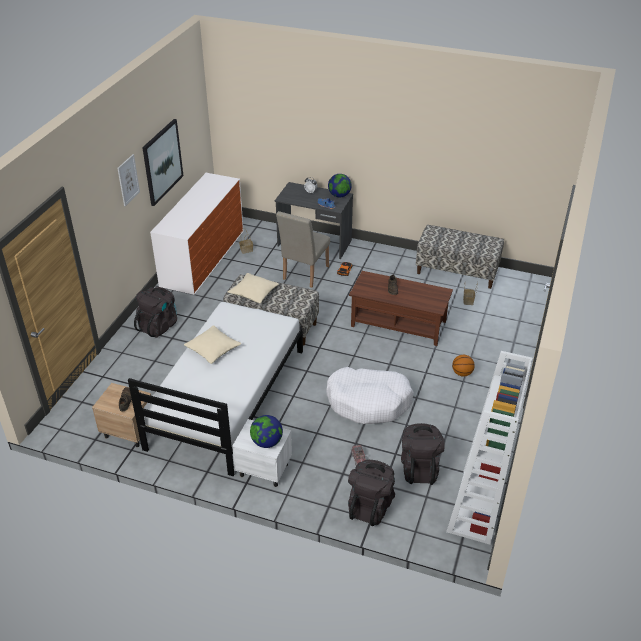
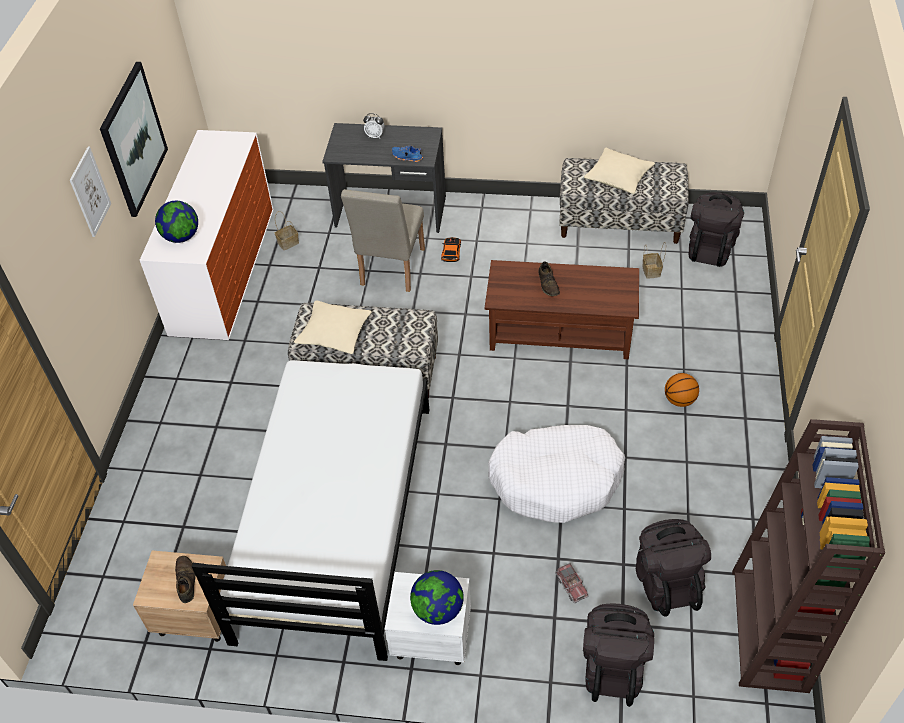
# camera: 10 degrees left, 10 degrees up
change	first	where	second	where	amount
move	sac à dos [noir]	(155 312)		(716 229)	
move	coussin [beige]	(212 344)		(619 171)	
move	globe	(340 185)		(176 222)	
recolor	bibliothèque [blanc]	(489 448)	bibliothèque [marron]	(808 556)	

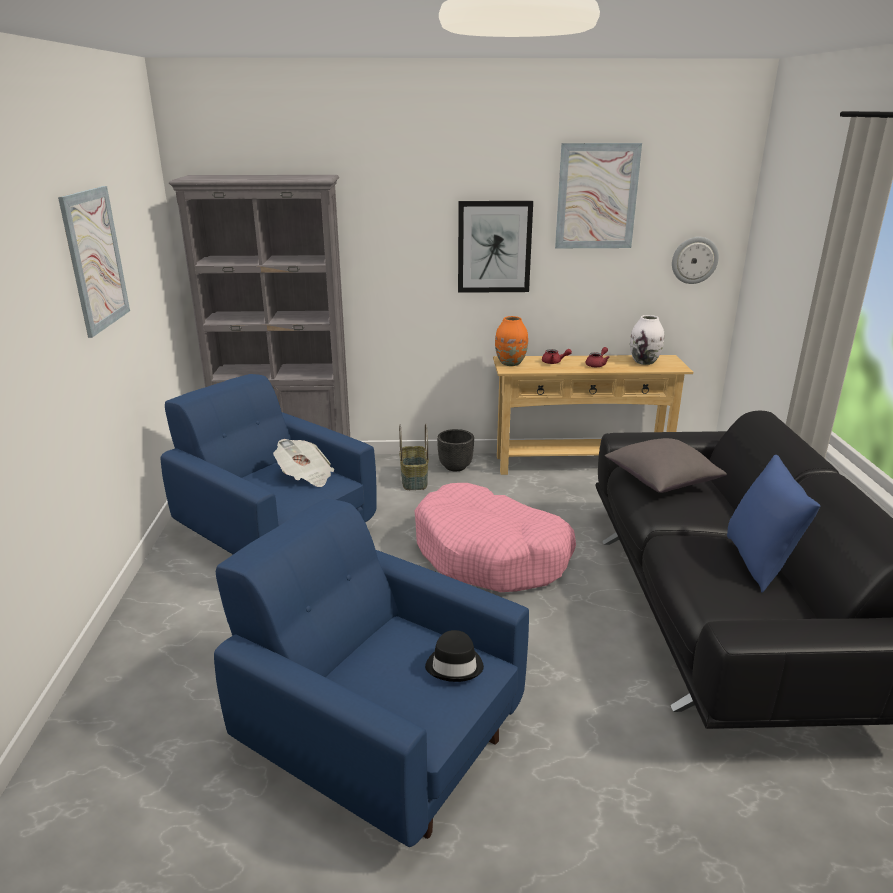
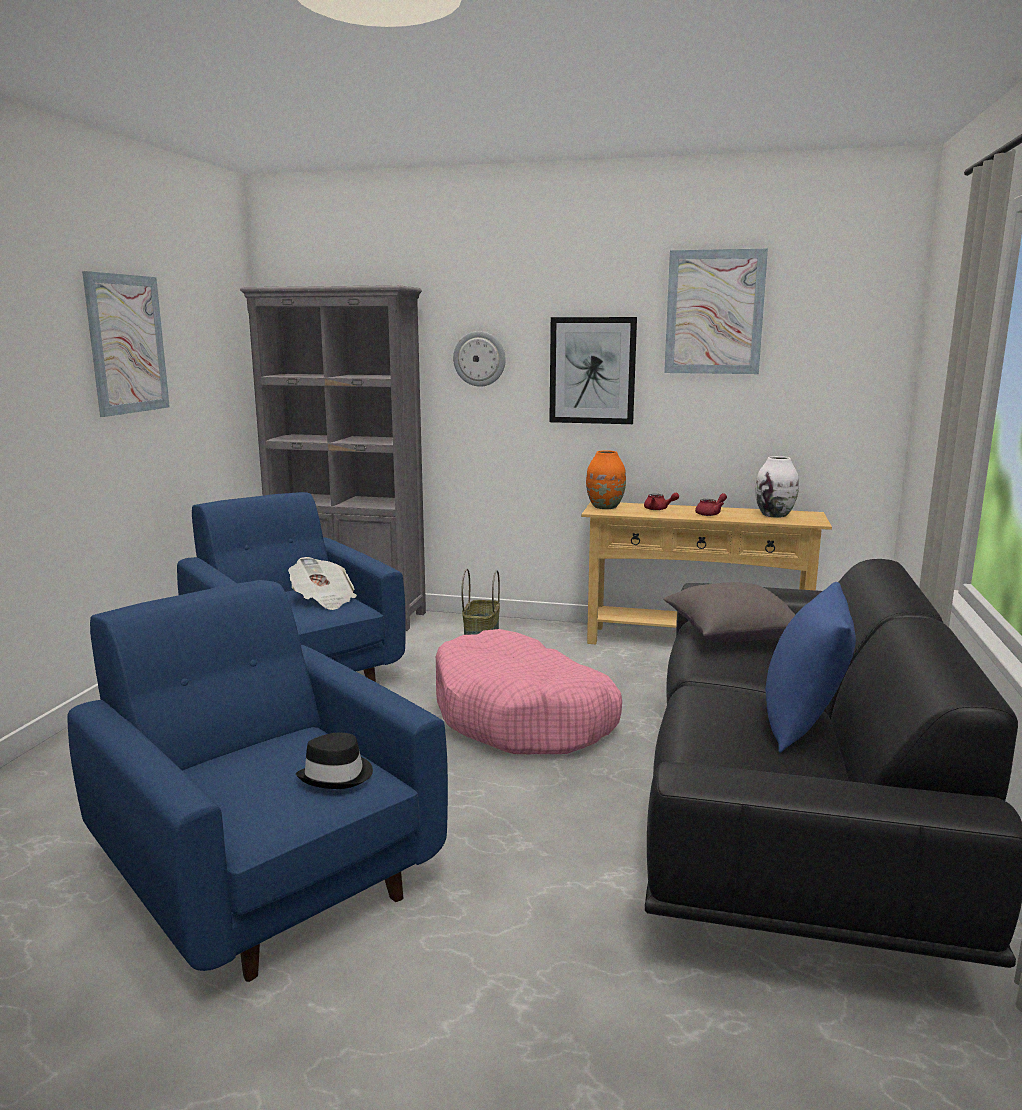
# camera: 15 degrees right, 10 degrees down
change	first	where	second	where	amount
delete	cache-pot [noir]	(455 450)			
move	horloge murale	(695 260)		(479 359)	

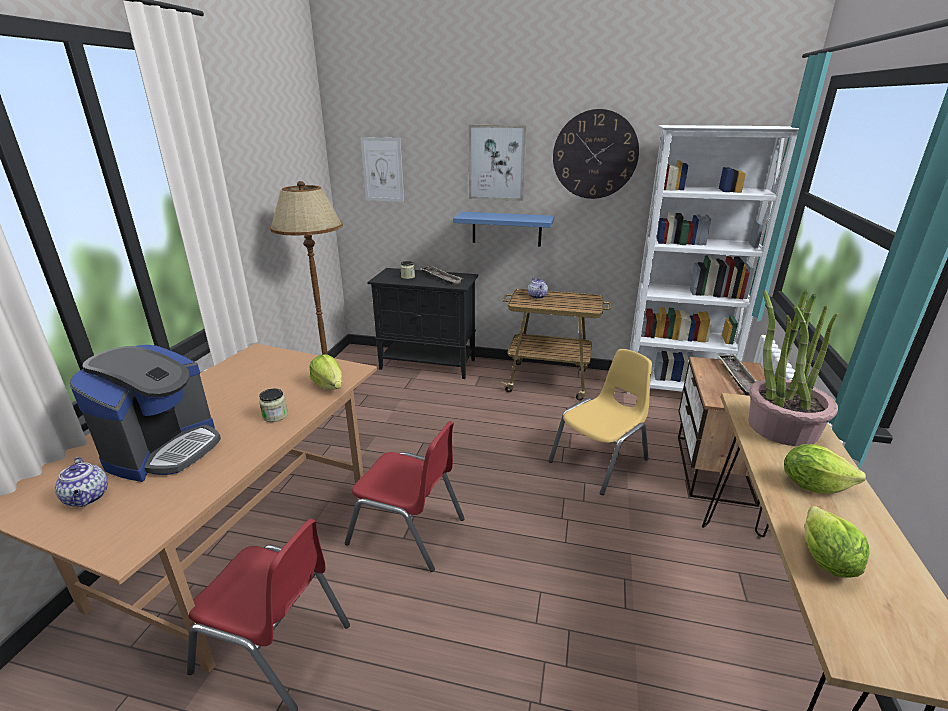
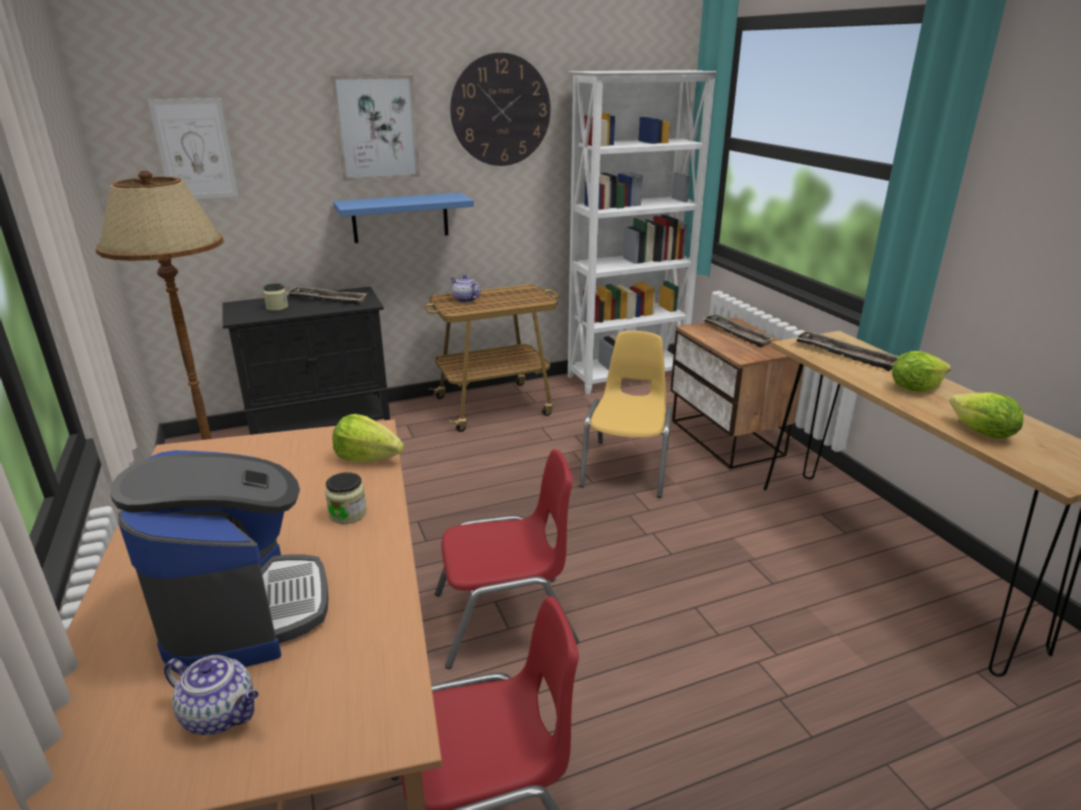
# camera: 35 degrees left, 0 degrees up
change	first	where	second	where	amount
replace	plante en pot	(793 368)	plateau	(847 350)	

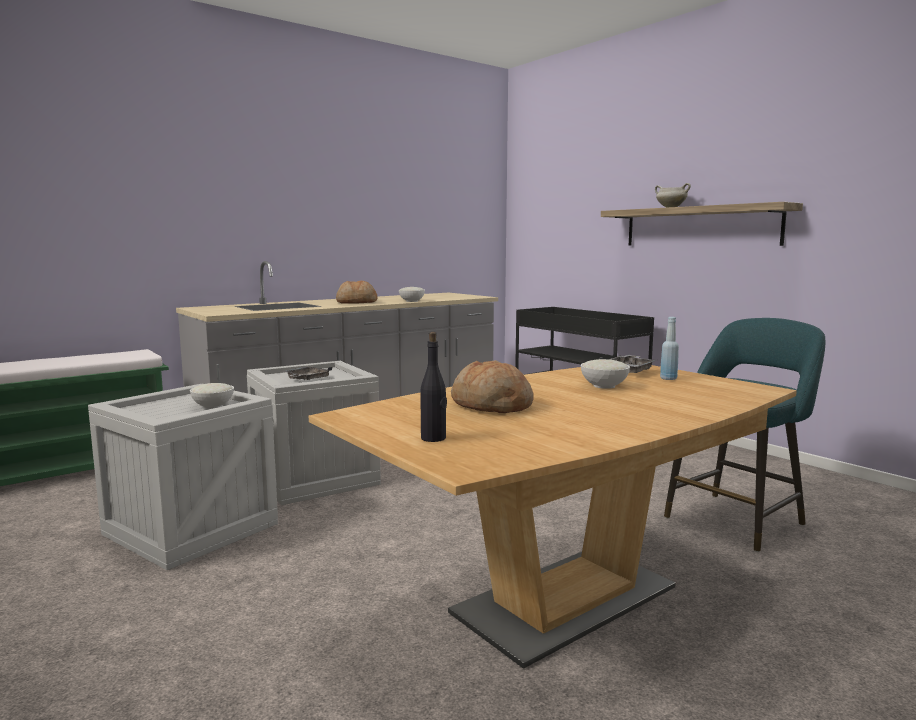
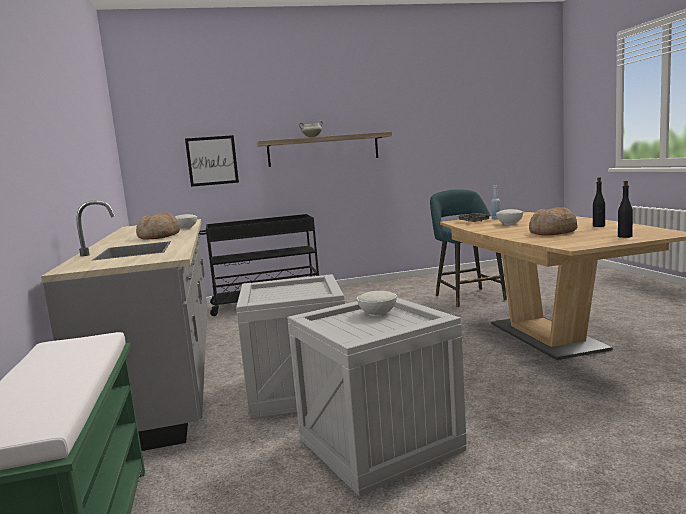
# camera: 65 degrees left, 0 degrees up
change	first	where	second	where	amount
delete	plateau [gris]	(308 373)			
insert			tableau	(212 161)	
insert			bouteille [noir]	(599 202)	

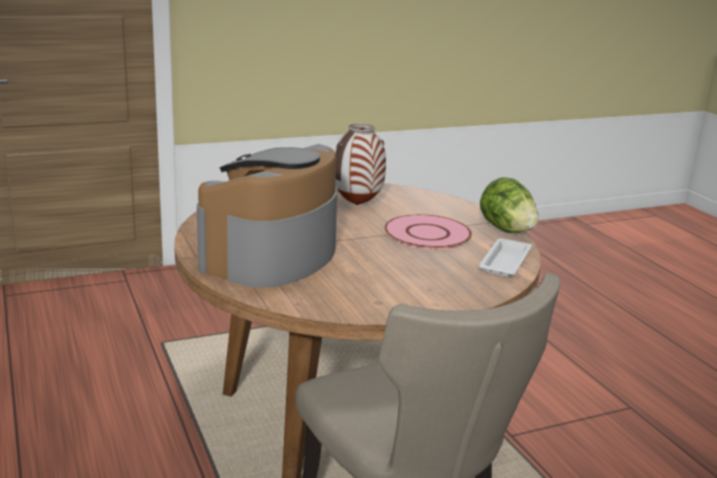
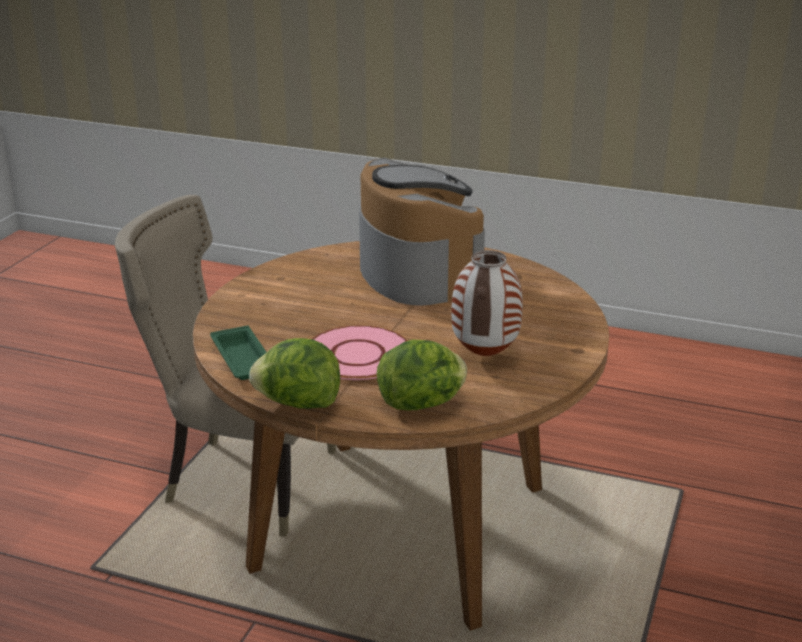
# camera: 135 degrees right, 5 degrees up
change	first	where	second	where	amount
recolor	plateau [blanc]	(505 257)	plateau [vert]	(238 353)	
insert			laitue	(422 375)	

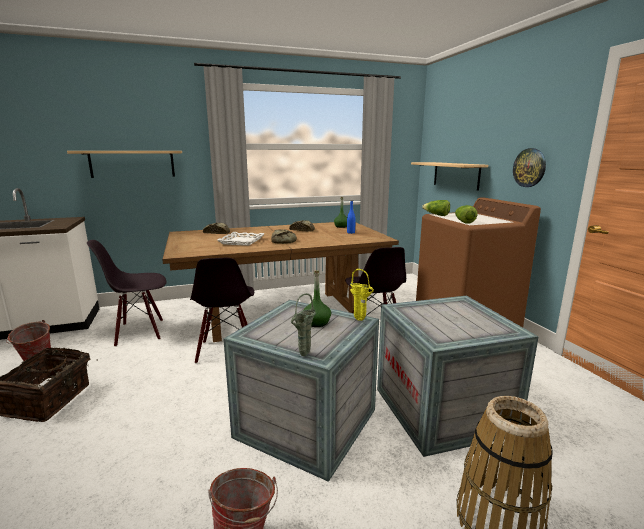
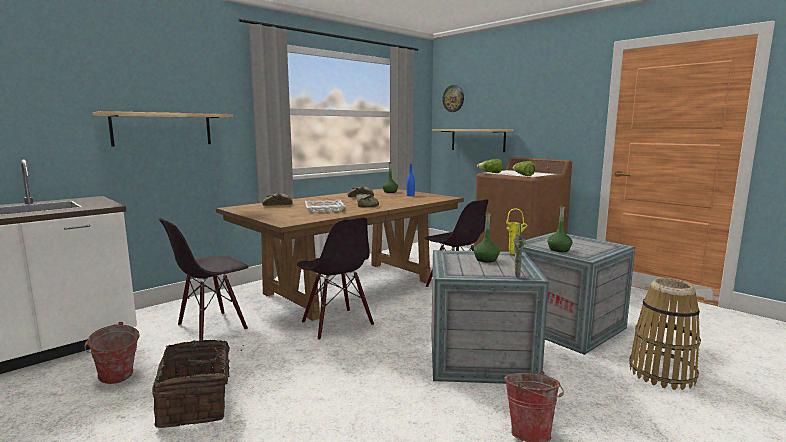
# camera: 25 degrees left, 5 degrees down
change	first	where	second	where	amount
move	horloge murale	(529 167)		(453 98)	
insert			bouteille [vert]	(560 229)	

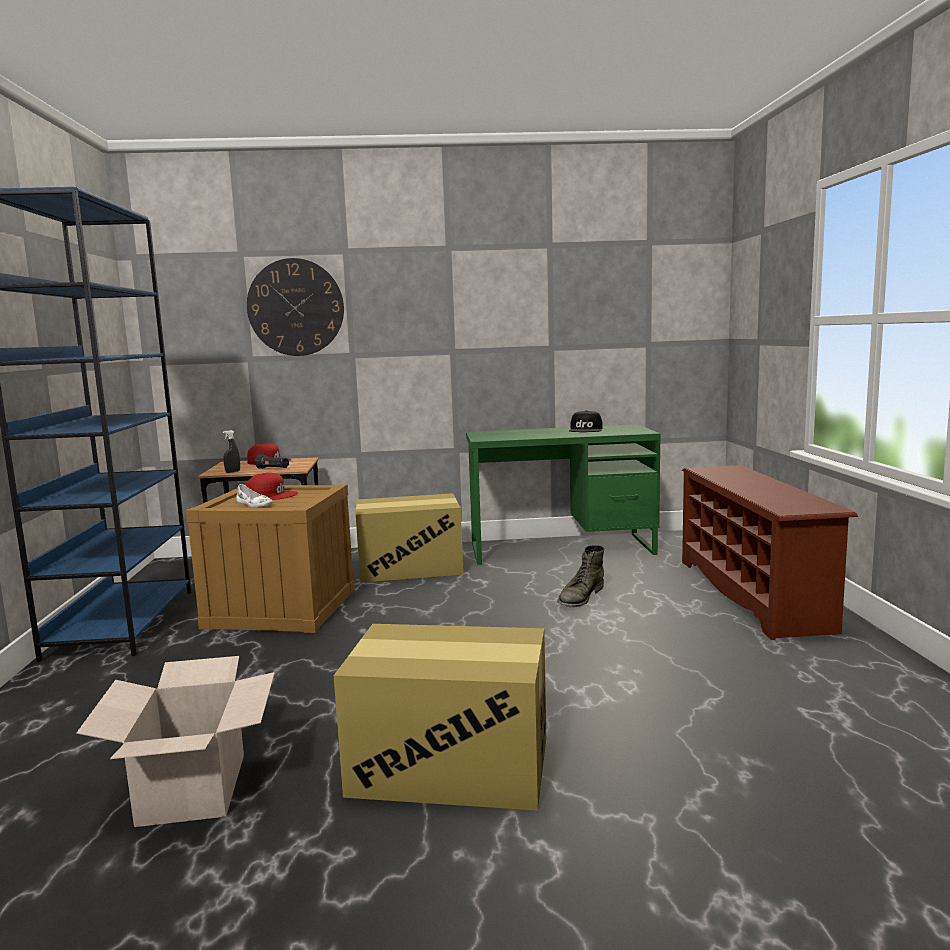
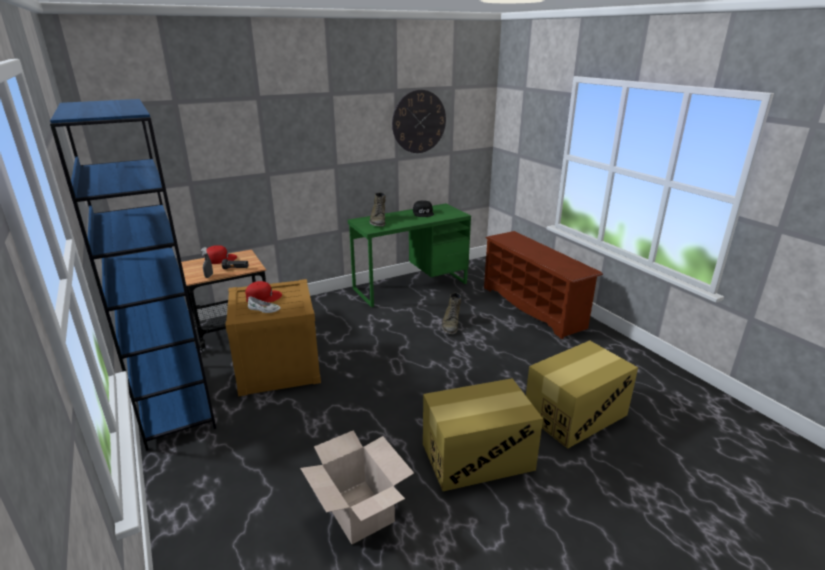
# camera: 25 degrees left, 15 degrees up
change	first	where	second	where	amount
move	horloge murale	(295 307)		(419 121)	
move	carton	(409 538)		(582 394)	
insert			botte [vert]	(377 209)	

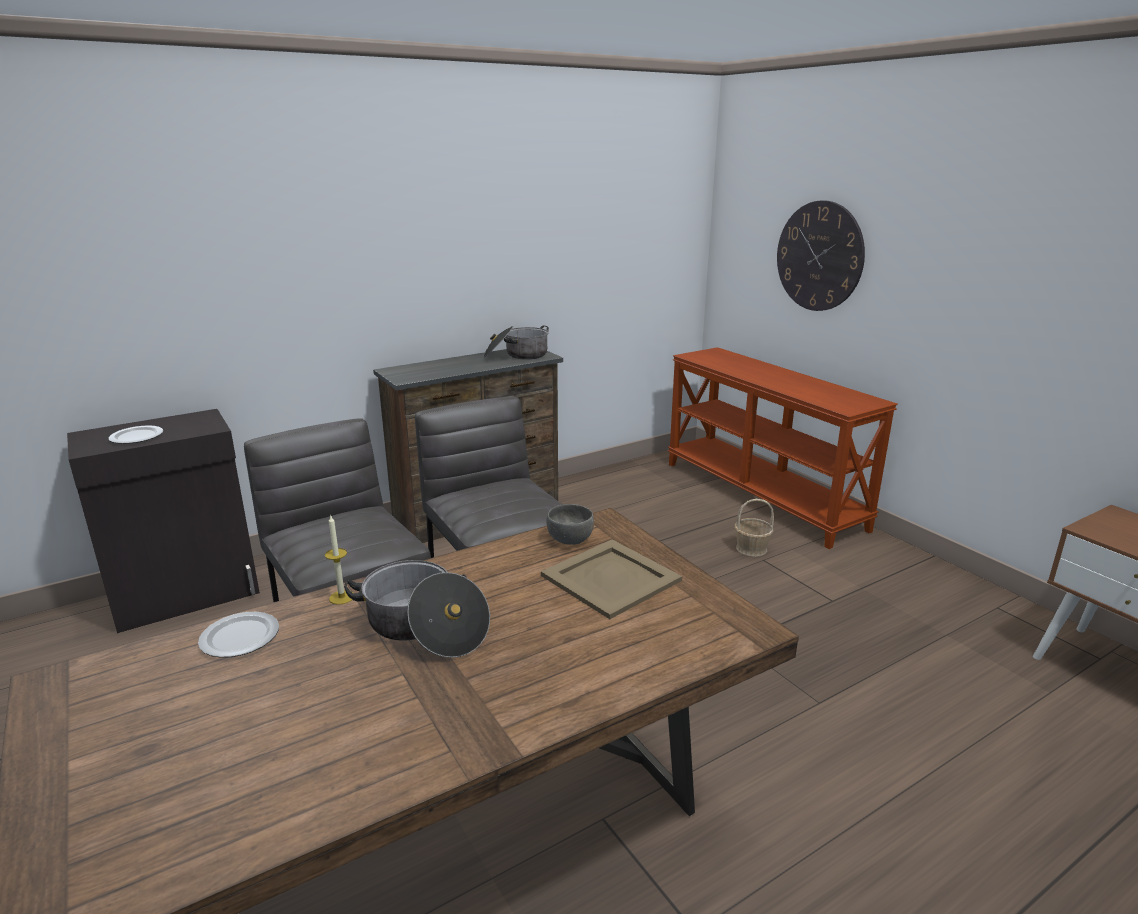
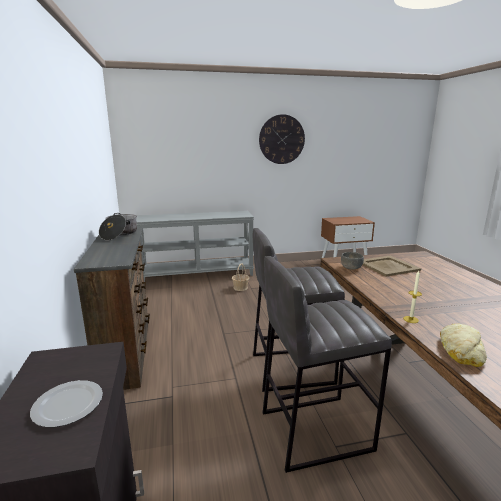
# camera: 70 degrees left, 5 degrees down
change	first	where	second	where	amount
replace	assiette	(238 635)	pain	(463 345)	
delete	marmite	(417 609)			
recolor	table console [marron]	(783 448)	table console [gris]	(195 246)	
move	horloge murale	(821 255)		(282 139)	

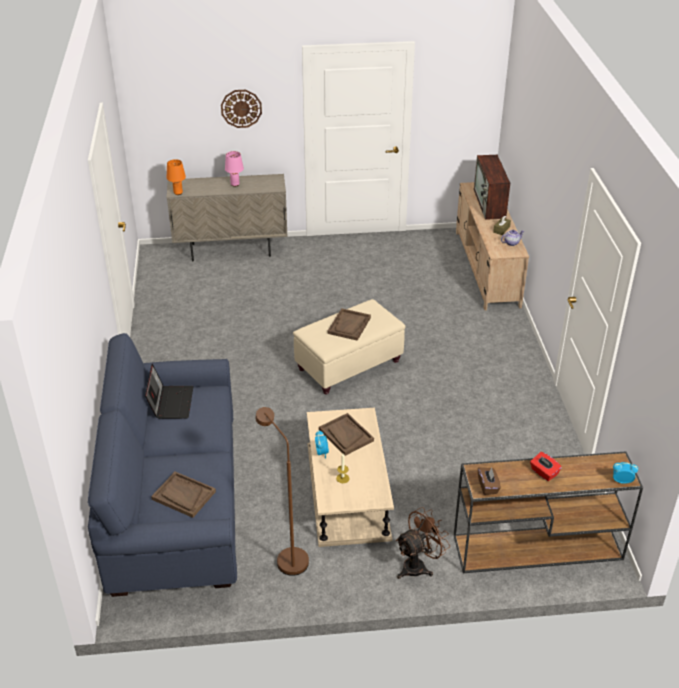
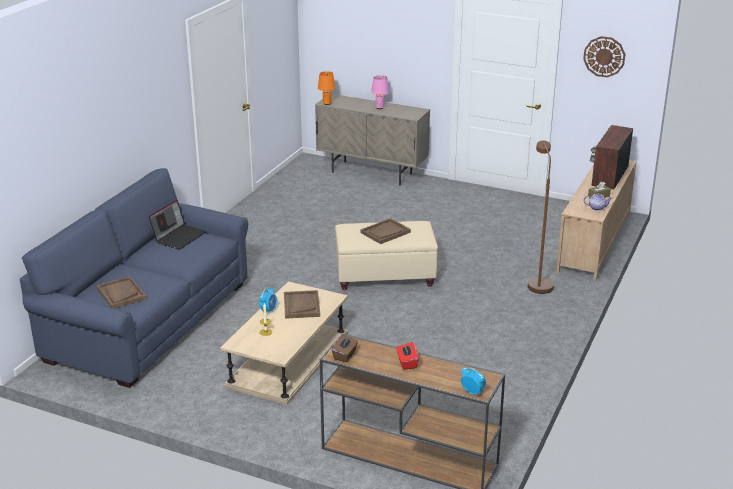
# camera: 30 degrees right, 10 degrees down
change	first	where	second	where	amount
move	horloge murale	(241 109)		(604 57)	
move	lampadaire [marron]	(282 491)		(541 217)	
delete	ventilateur [marron]	(423 543)			

